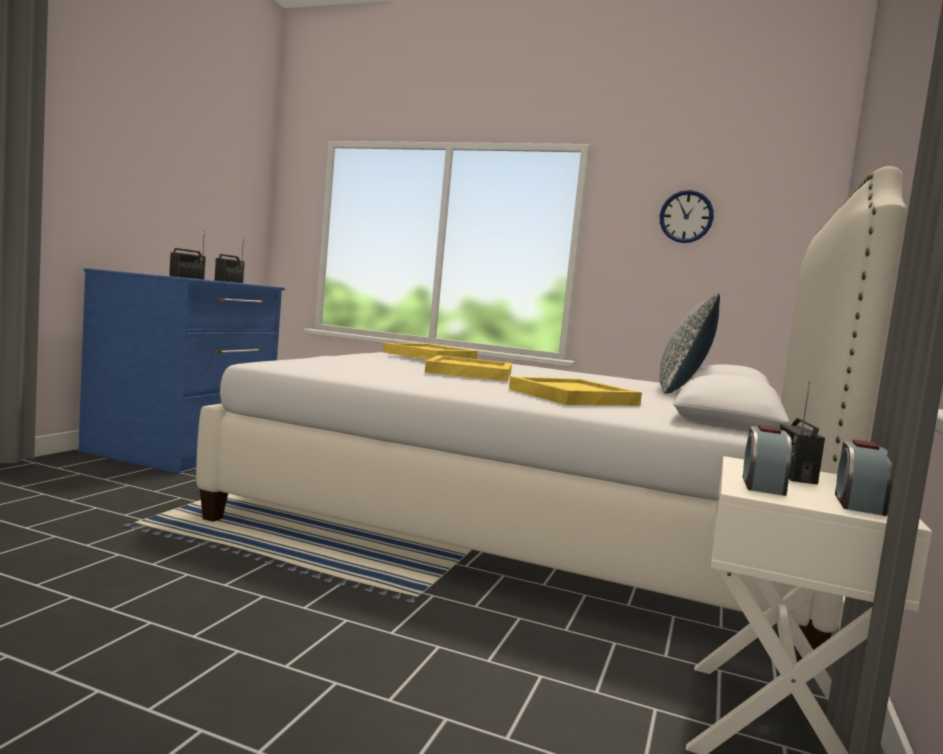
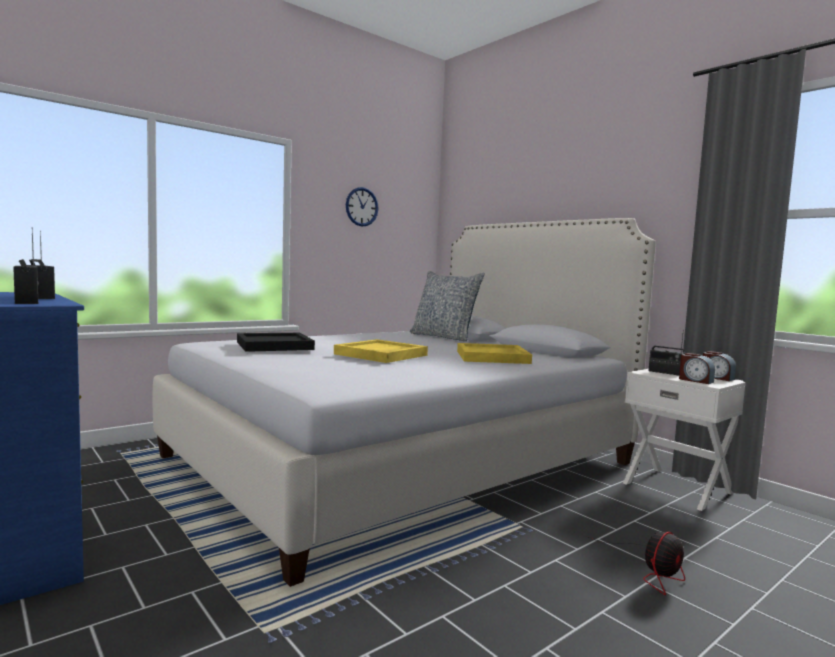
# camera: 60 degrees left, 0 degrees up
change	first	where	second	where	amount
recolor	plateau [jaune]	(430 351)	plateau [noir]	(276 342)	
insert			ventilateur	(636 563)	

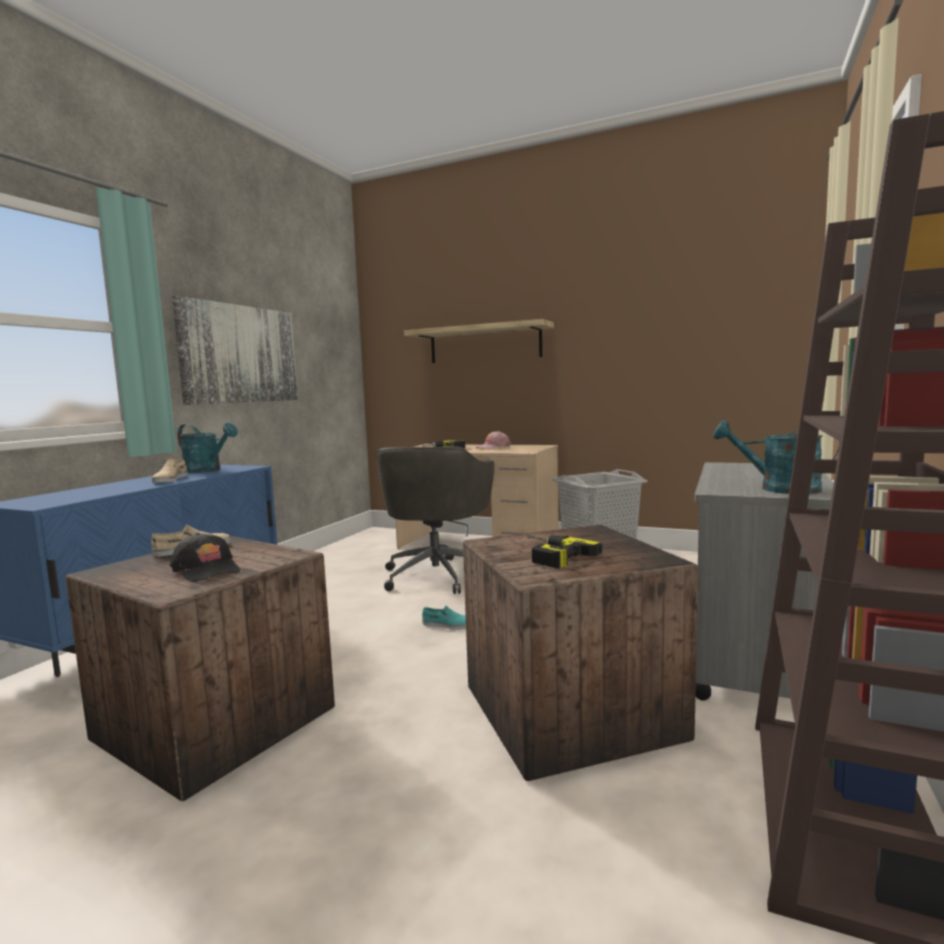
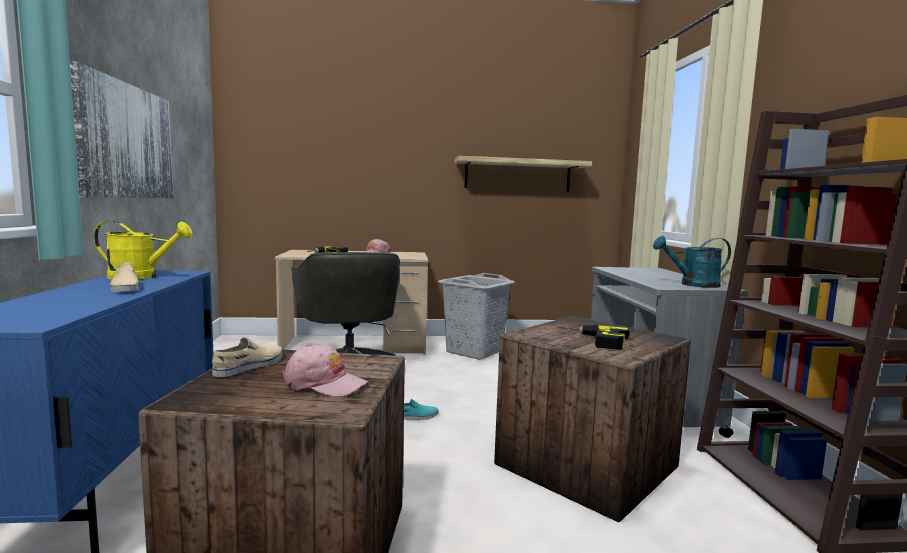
# camera: 30 degrees left, 0 degrees up
change	first	where	second	where	amount
recolor	casquette [noir]	(205 557)	casquette [rose]	(325 370)	
recolor	arrosoir [turquoise]	(208 448)	arrosoir [jaune]	(143 250)	
move	étagère	(479 341)		(523 174)	

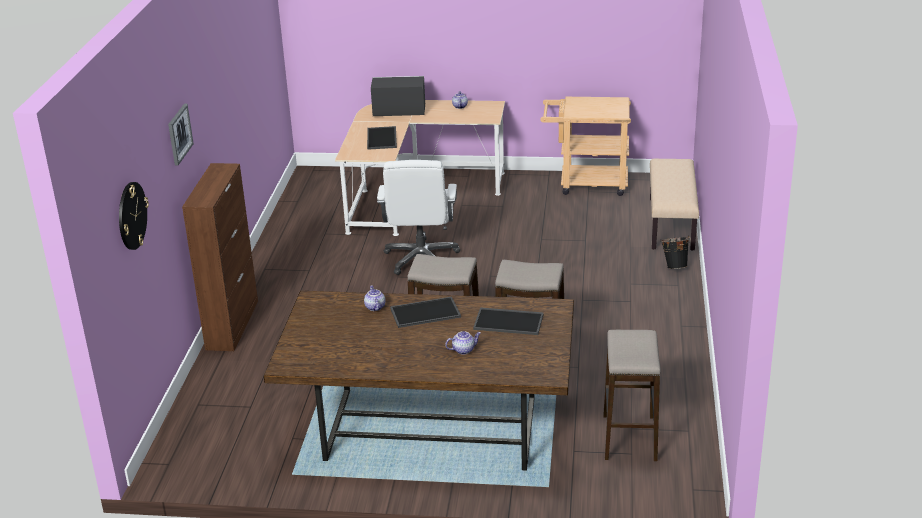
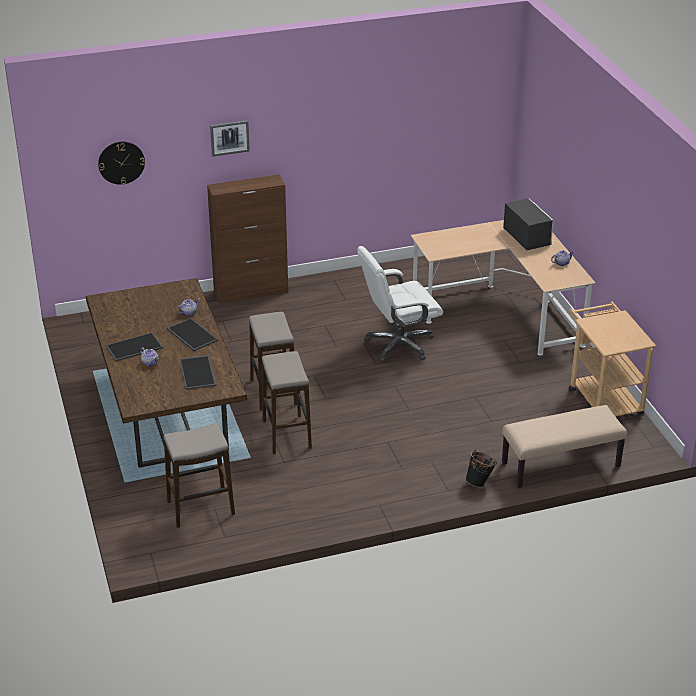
# camera: 65 degrees right, 5 degrees up
change	first	where	second	where	amount
move	plateau	(382 138)		(134 347)	

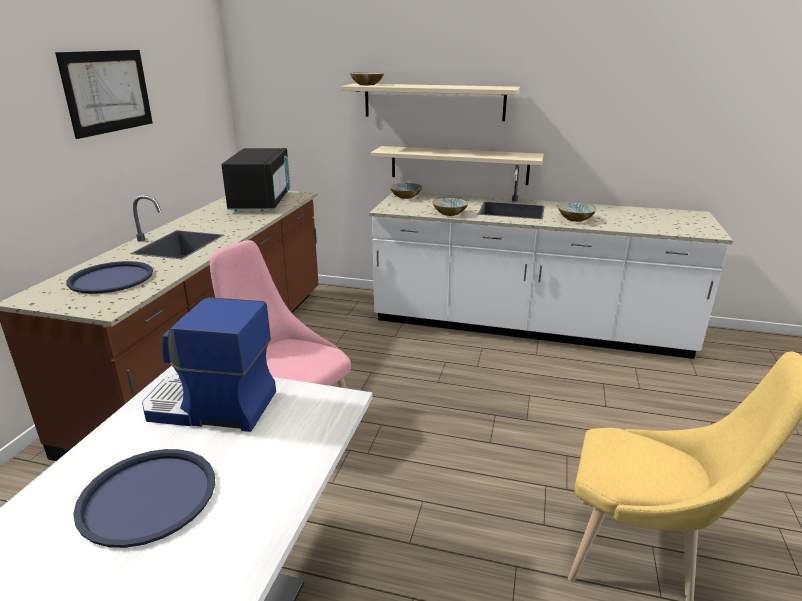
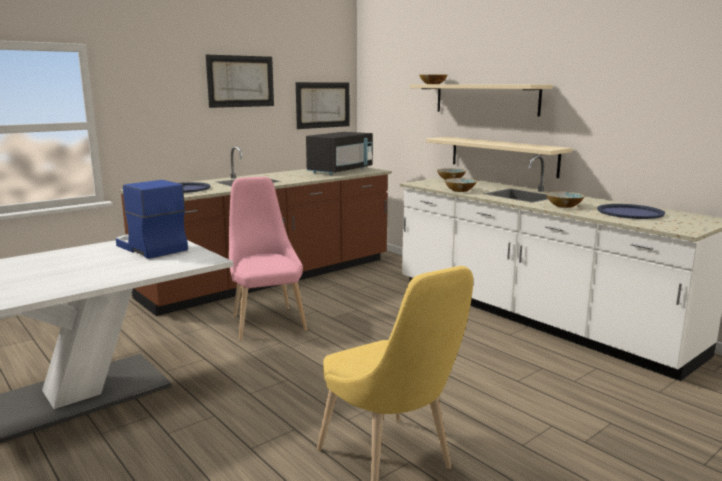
# camera: 35 degrees right, 10 degrees down
change	first	where	second	where	amount
move	plateau [bleu]	(144 498)		(631 211)	
insert			tableau	(323 105)	

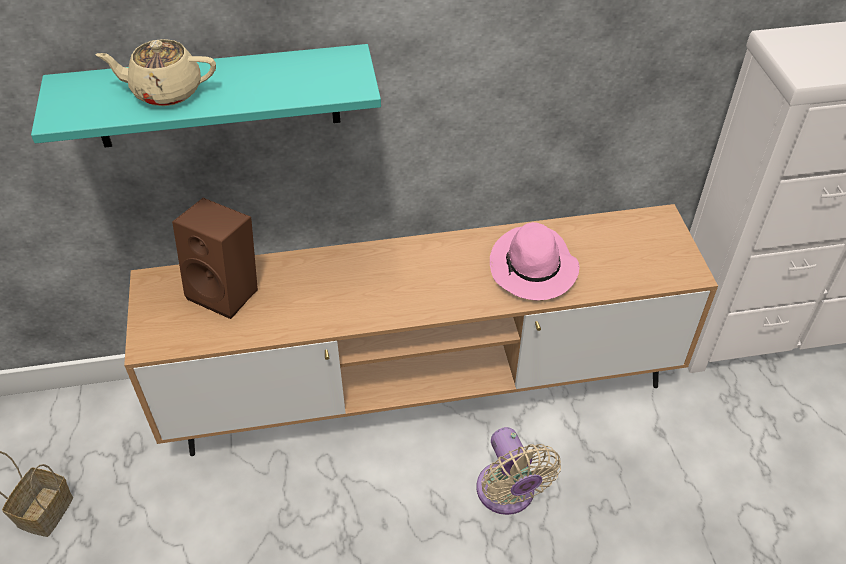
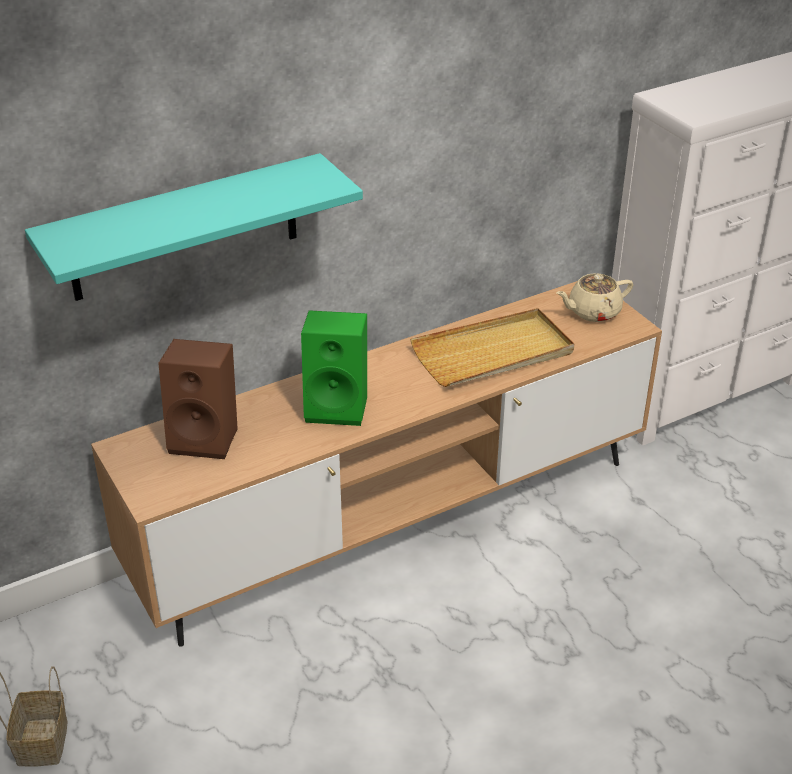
# camera: 20 degrees left, 10 degrees down
change	first	where	second	where	amount
move	théière [beige]	(155 72)		(594 297)	
delete	ventilateur [beige]	(519 471)			
replace	chapeau [rose]	(535 261)	plateau [beige]	(492 347)	
insert			enceinte [vert]	(334 368)	

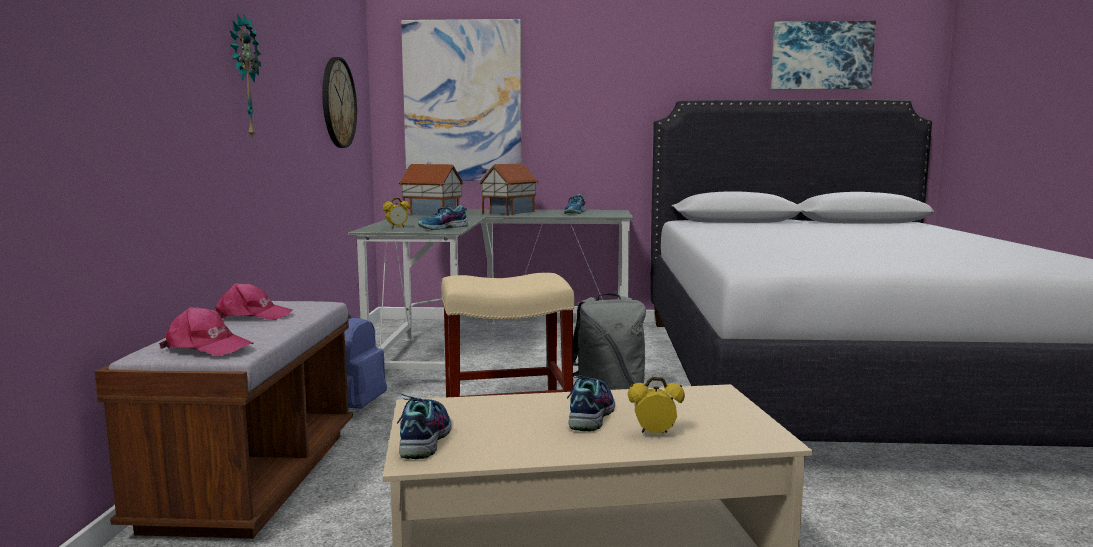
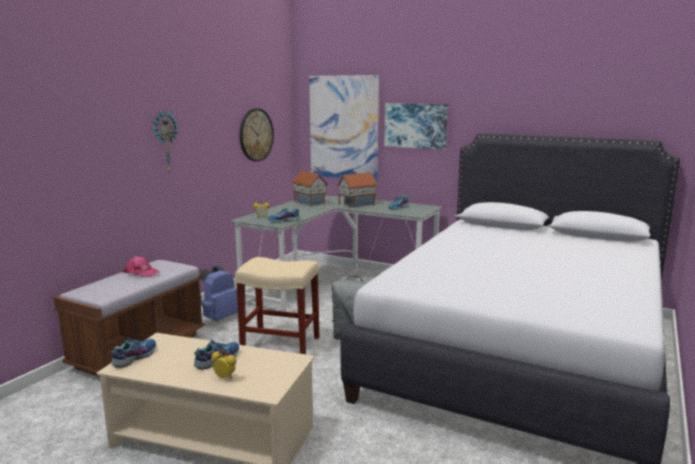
# camera: 25 degrees right, 5 degrees up
change	first	where	second	where	amount
delete	casquette [rose]	(206 331)			
move	tableau	(823 55)		(416 126)	

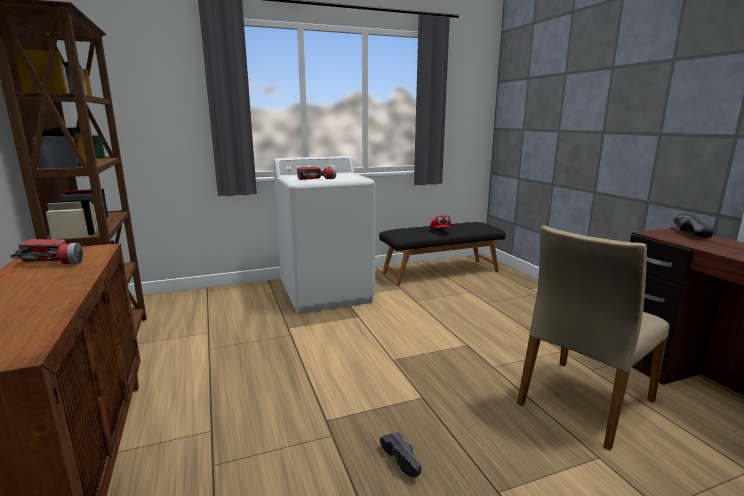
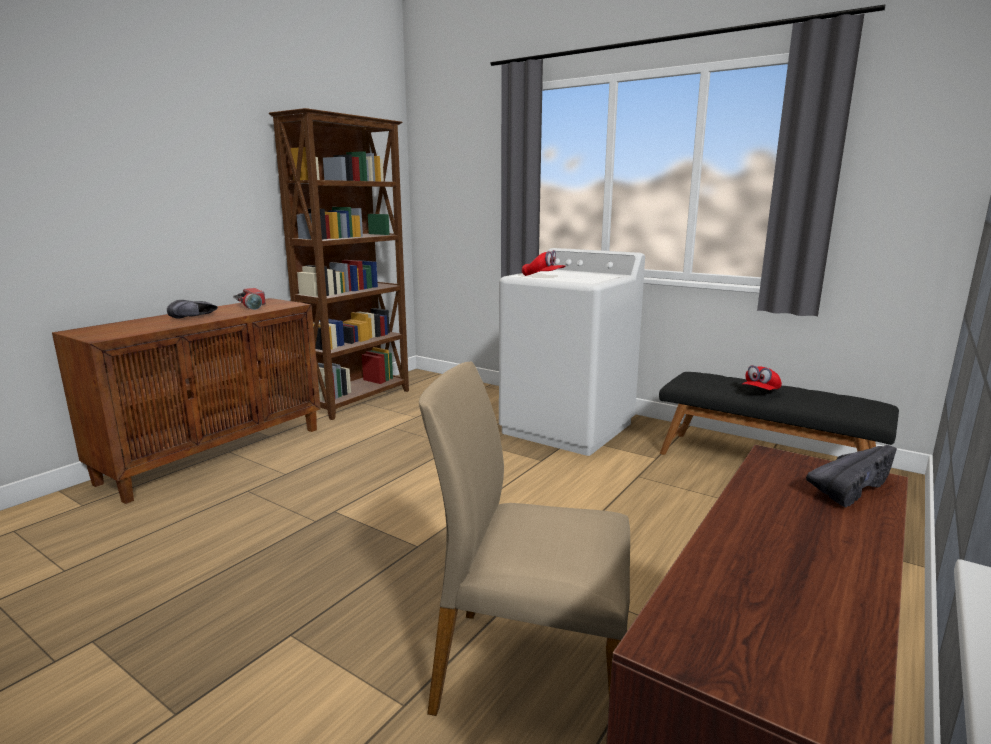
# camera: 55 degrees right, 0 degrees up
change	first	where	second	where	amount
replace	lampe de poche	(316 173)	casquette [rouge]	(543 263)	
move	chaussure [noir]	(400 454)		(192 309)	

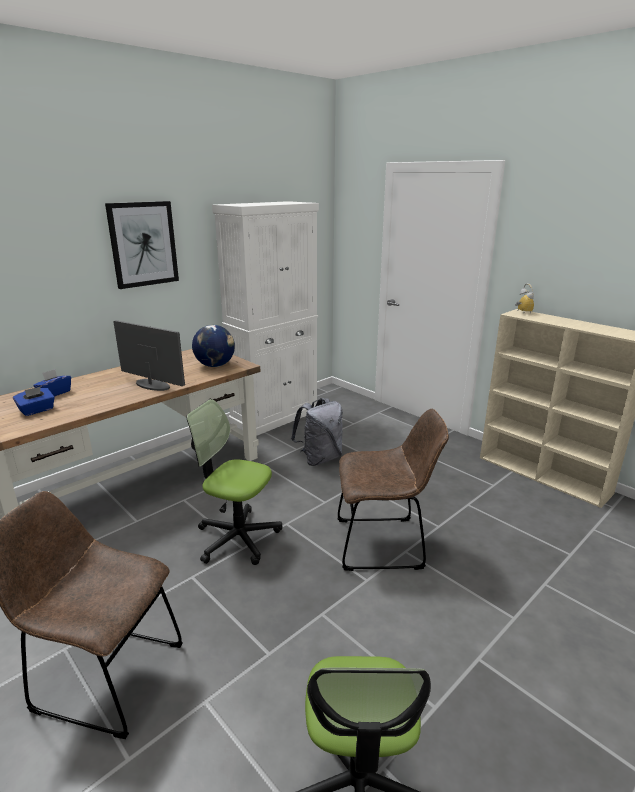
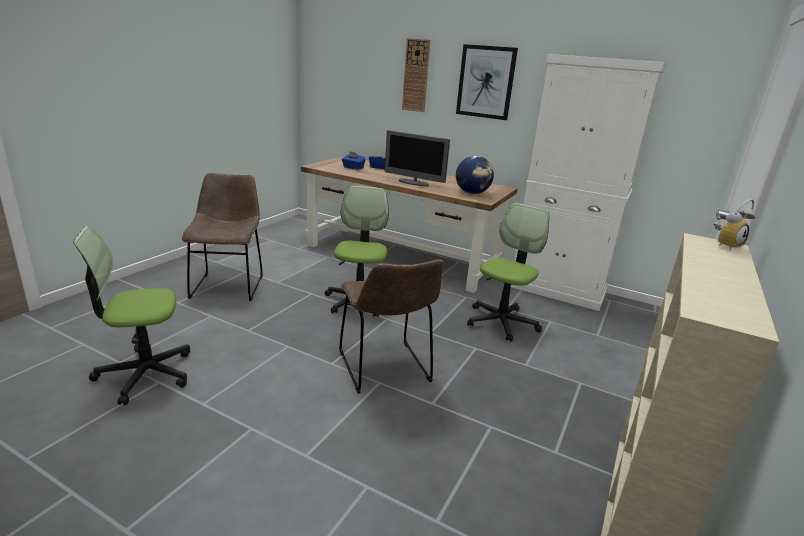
# camera: 70 degrees right, 0 degrees up
change	first	where	second	where	amount
rotate	écran d'ordinateur	(149 355)		(417 158)	105 degrees clockwise
replace	sac à dos [gris]	(317 432)	chaise de bureau	(508 272)	
insert			horloge murale	(416 75)	

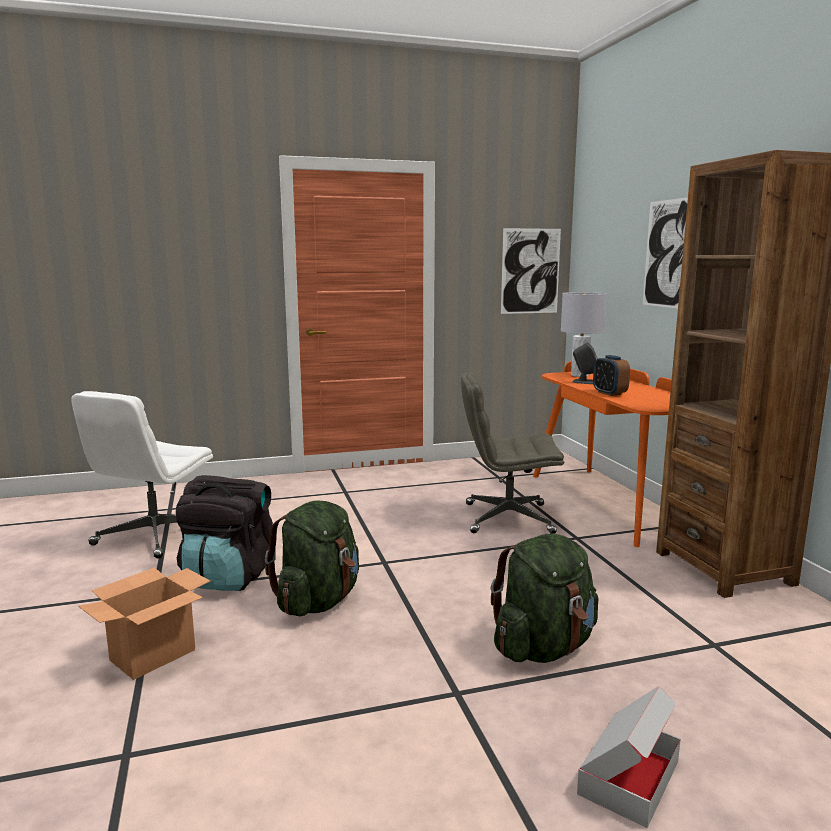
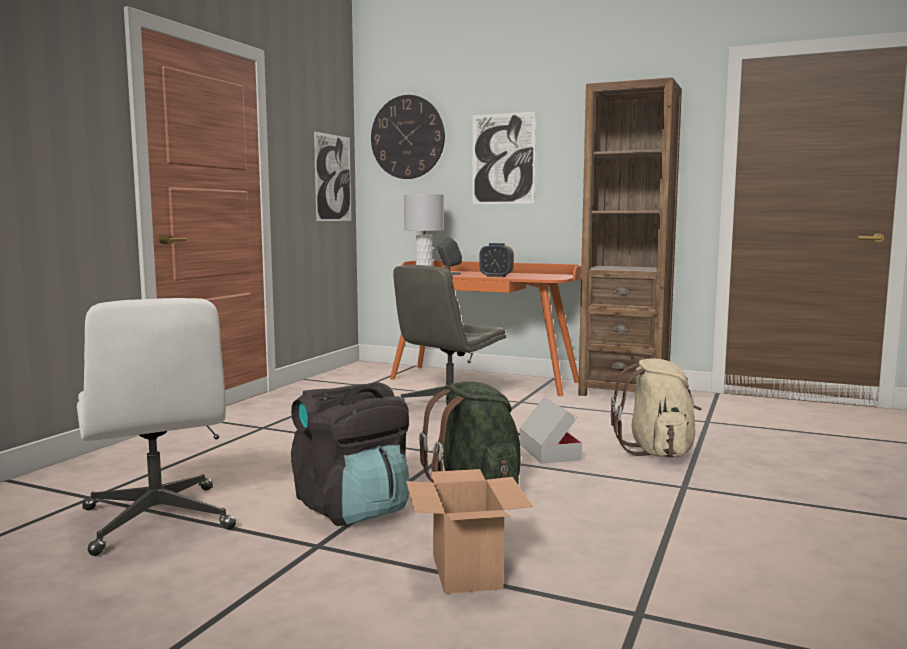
# camera: 50 degrees left, 5 degrees down
change	first	where	second	where	amount
recolor	sac à dos [vert]	(544 598)	sac à dos [beige]	(656 408)	
move	carton	(629 757)		(550 430)	
insert			horloge murale	(408 137)	

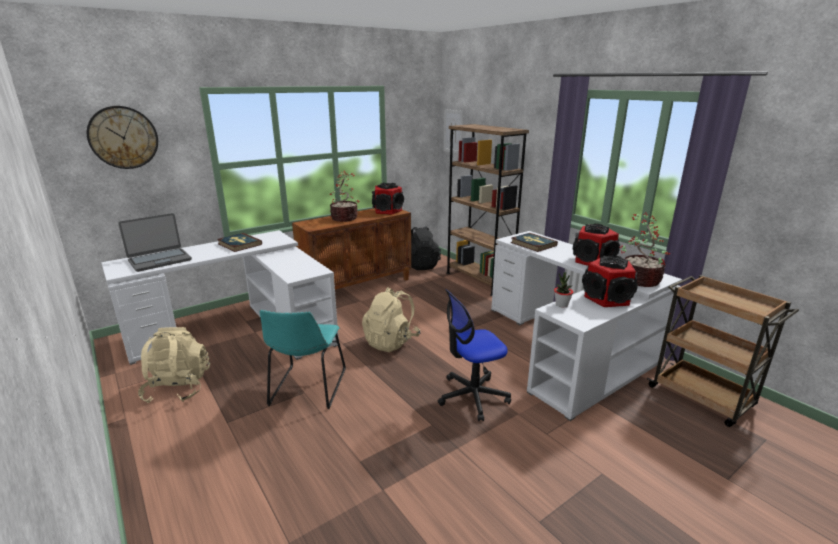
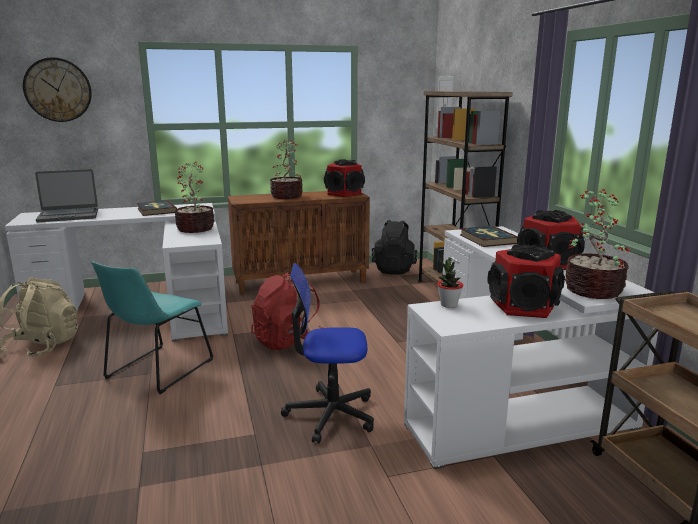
# camera: 20 degrees right, 5 degrees down
change	first	where	second	where	amount
recolor	sac à dos [beige]	(391 319)	sac à dos [rouge]	(287 311)	
insert			plante en pot	(195 197)	

